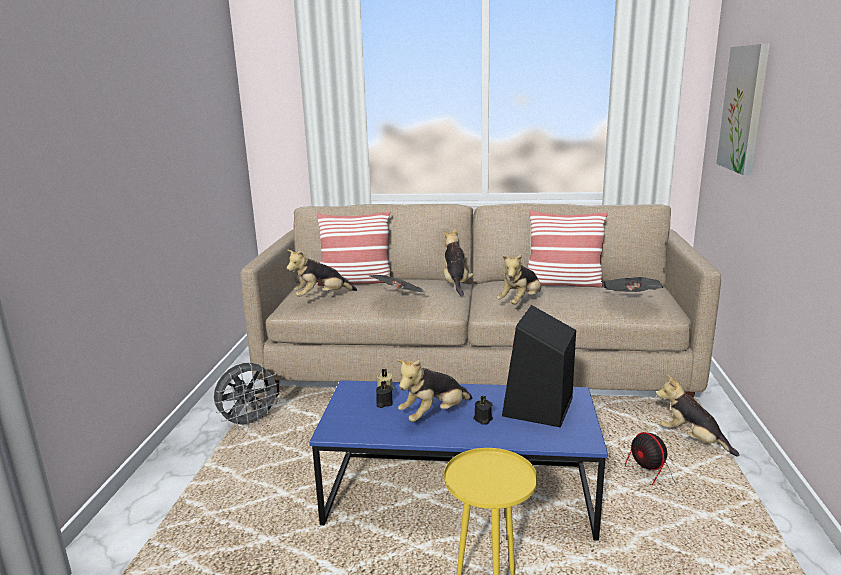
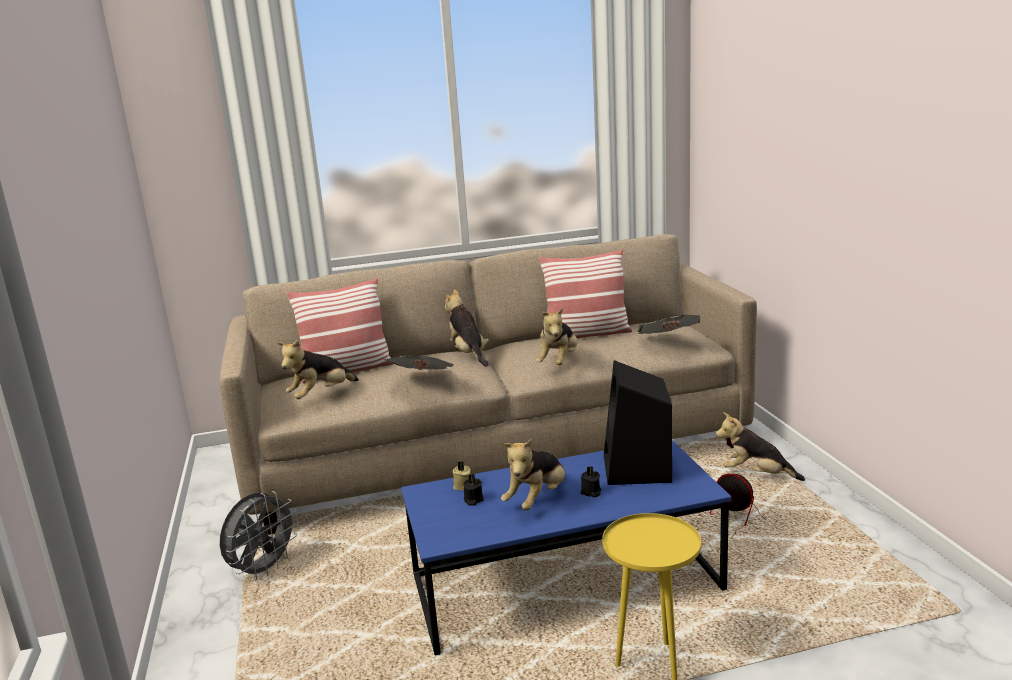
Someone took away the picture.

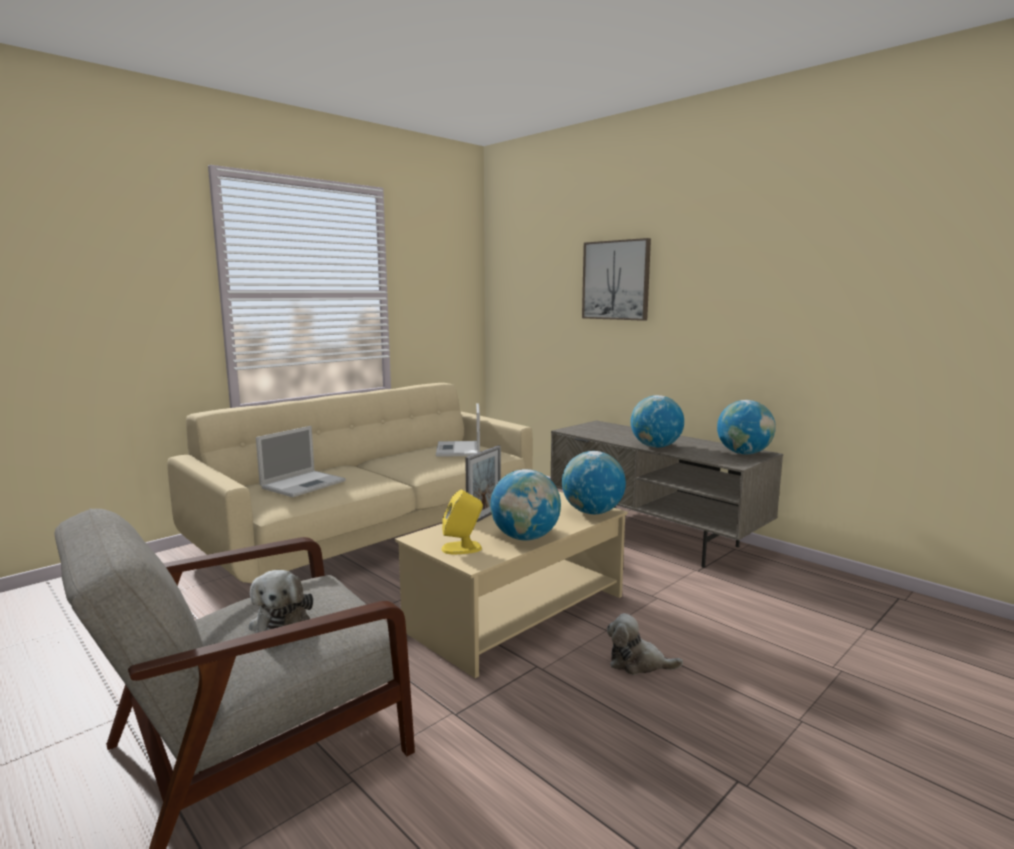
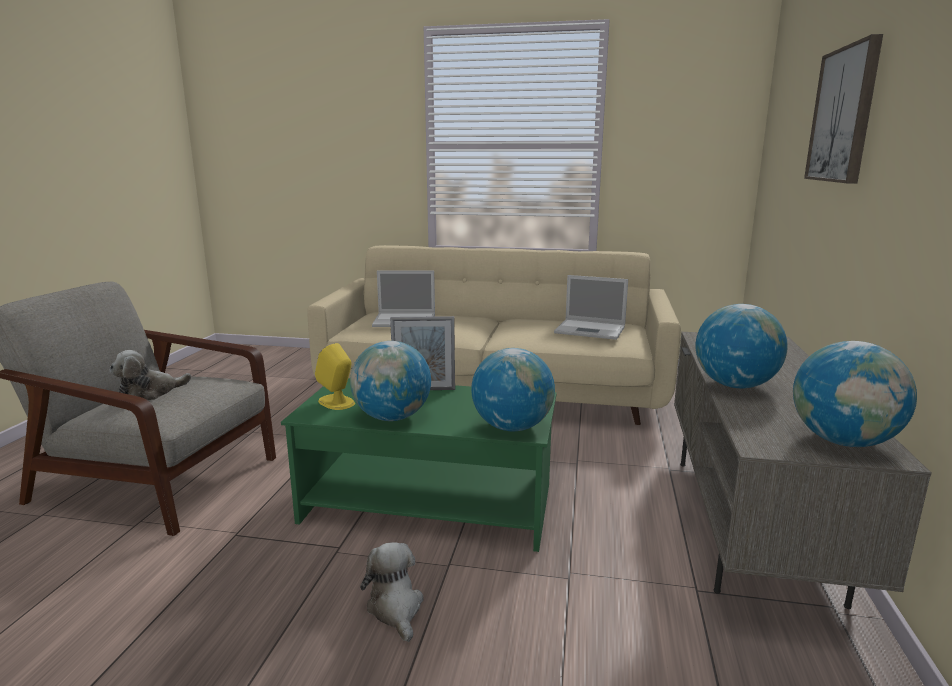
Someone rotated the laptop (2nd from left) by 120 degrees counterclockwise.
Someone repainted the beige_coffee_table, which became the green_coffee_table.

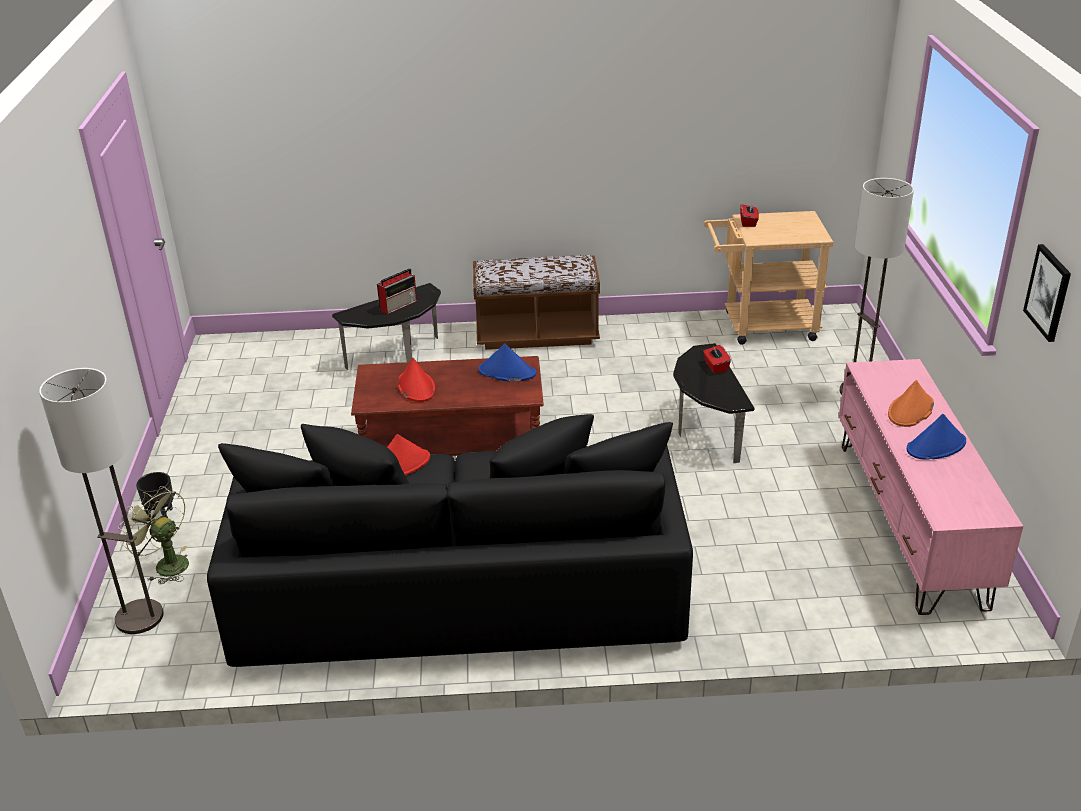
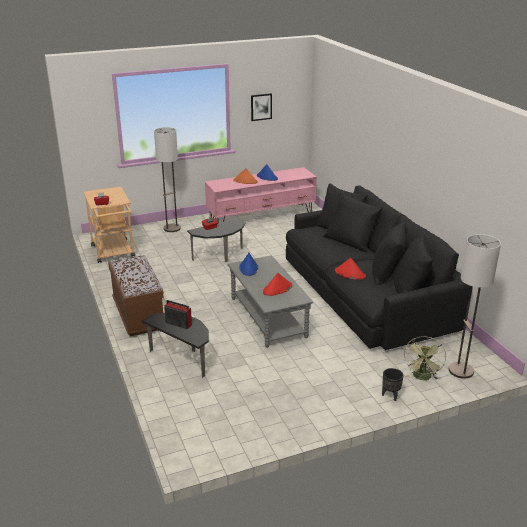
Someone repainted the brown_coffee_table, which became the grey_coffee_table.

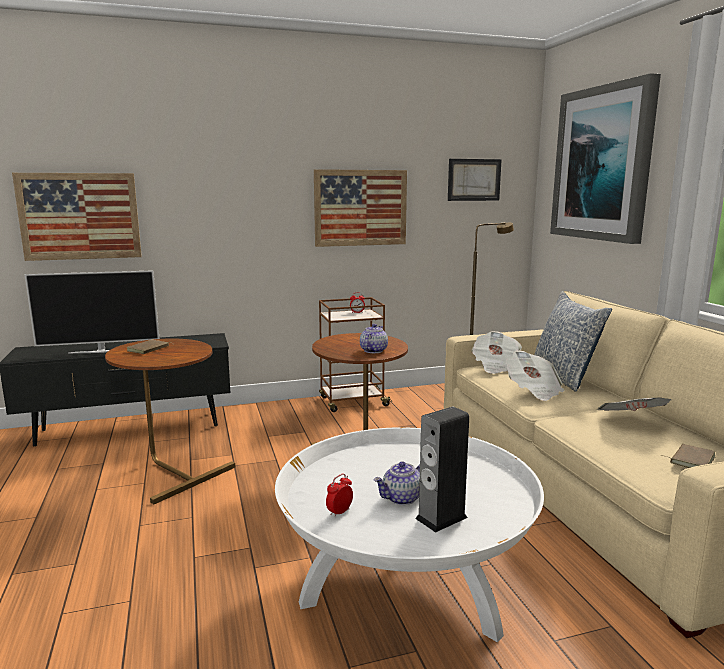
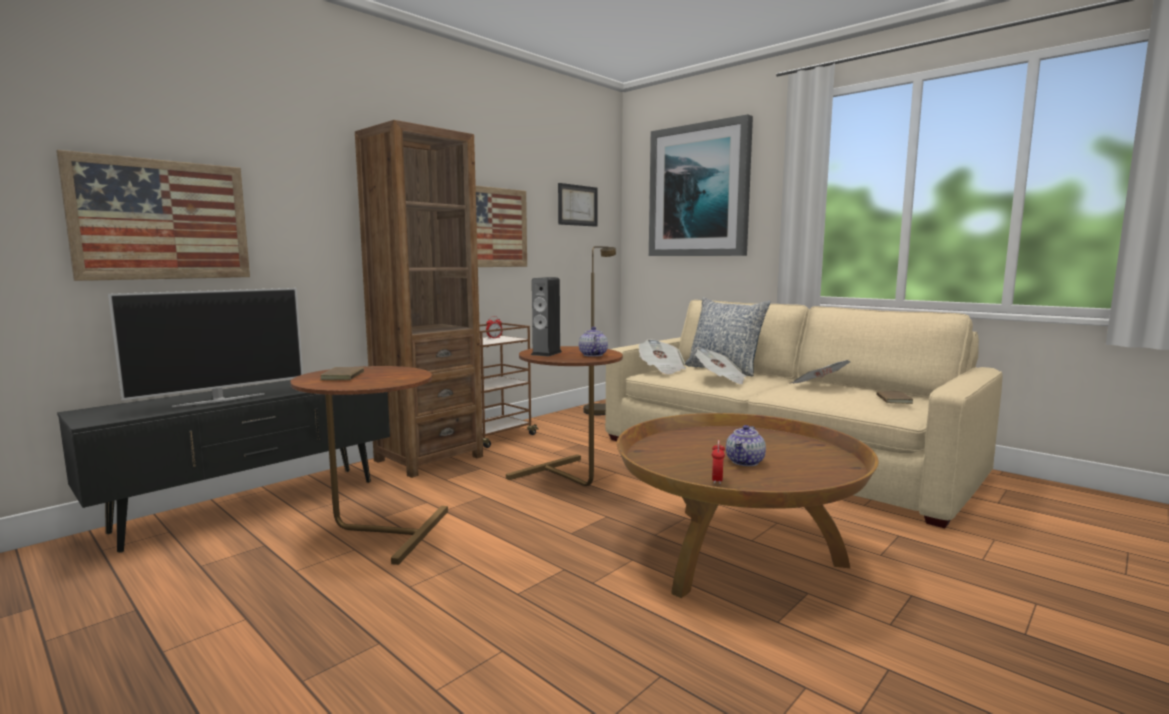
Someone carried the speaker.
Someone repainted the white_coffee_table, which became the brown_coffee_table.
Someone put down the brown_bookcase.

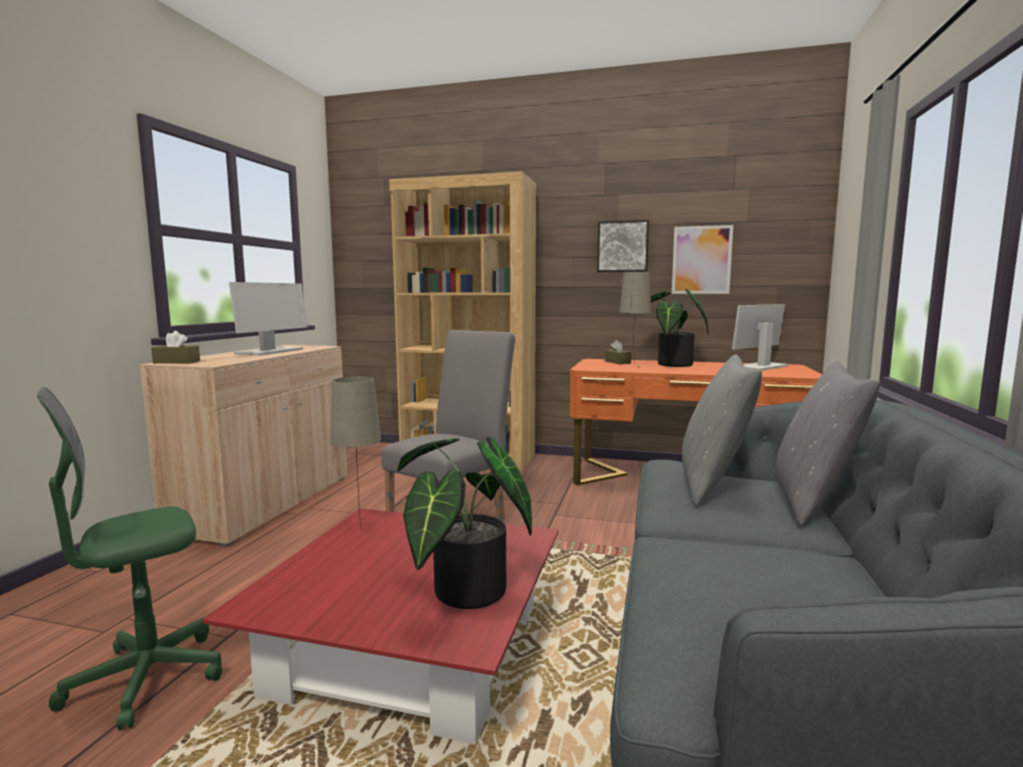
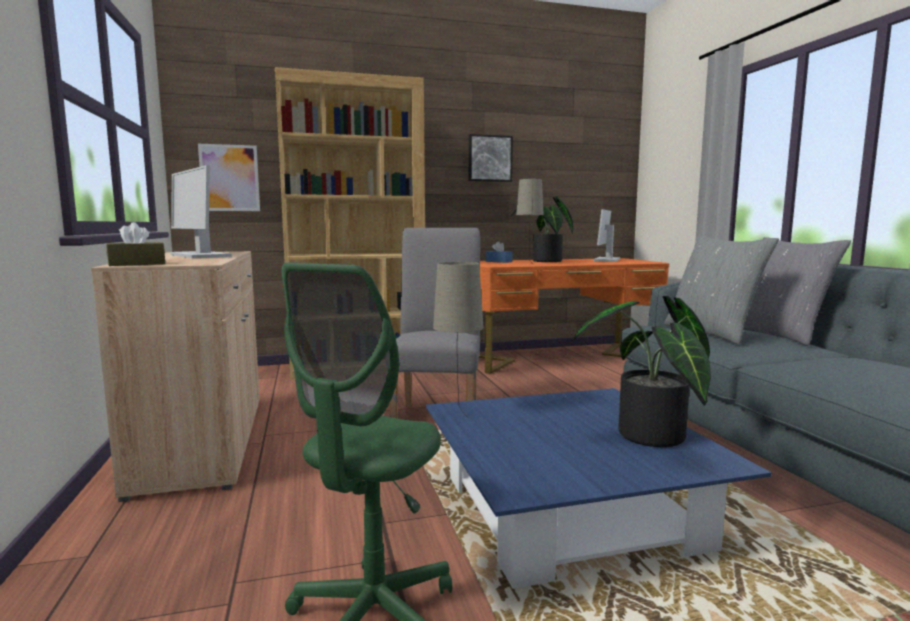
Someone carried the picture (2nd from left in the first image).
Someone rotated the monitor (1st from left) by 150 degrees clockwise.
Someone repainted the brown_tissue_box (2nd from left), which became the blue_tissue_box.
Someone repainted the red_coffee_table, which became the blue_coffee_table.

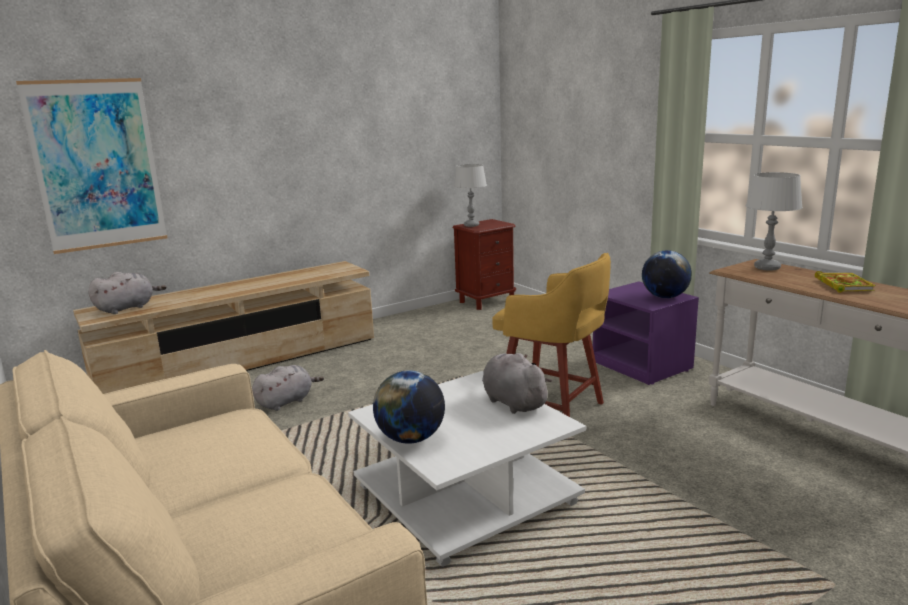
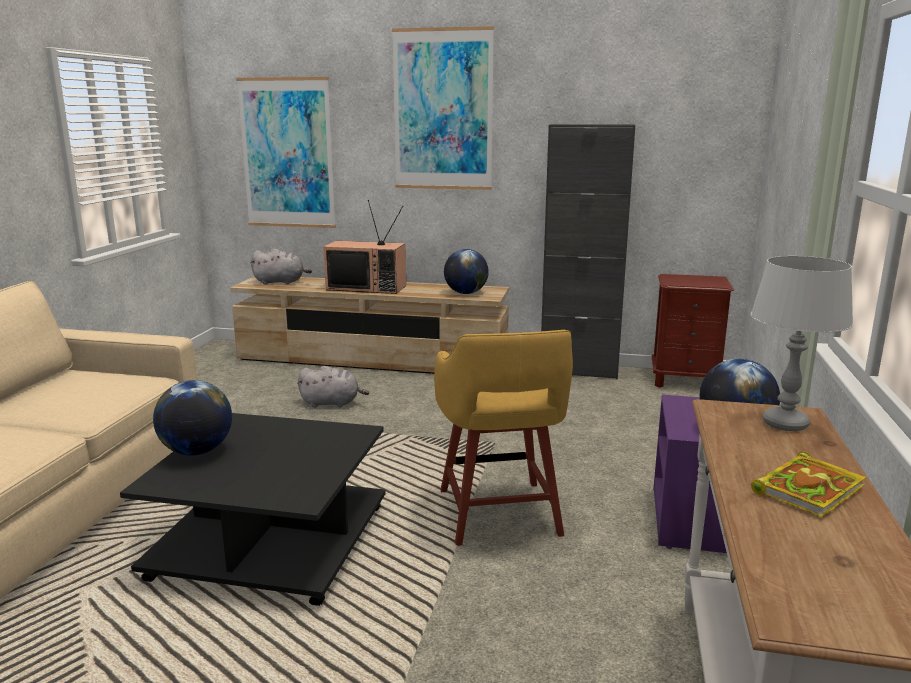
Someone took away the grey_table_lamp (1st from left).
Someone took away the grey_plush_toy (3rd from left).
Someone repainted the white_coffee_table, which became the black_coffee_table.
Someone put up the picture (2nd from left).
Someone put down the black_cabinet.
Someone put down the television.
Someone put down the globe (2nd from left).

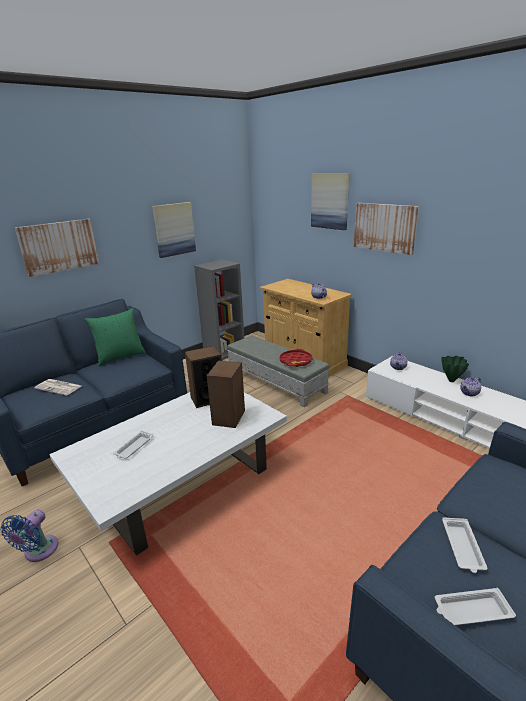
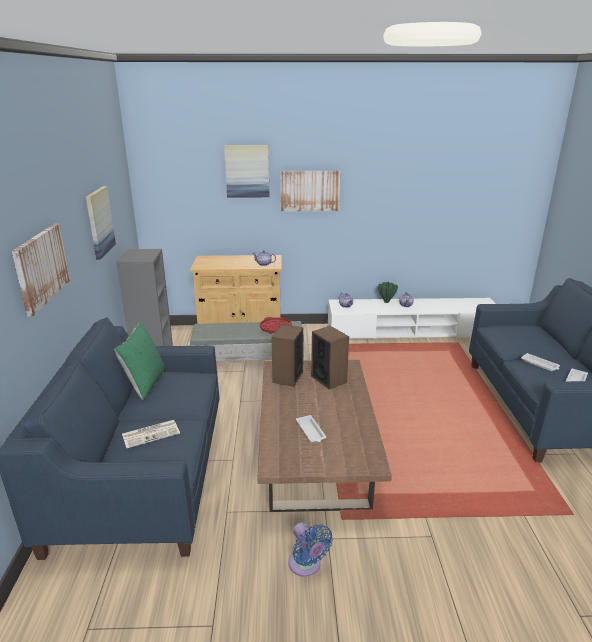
Someone repainted the white_coffee_table, which became the brown_coffee_table.

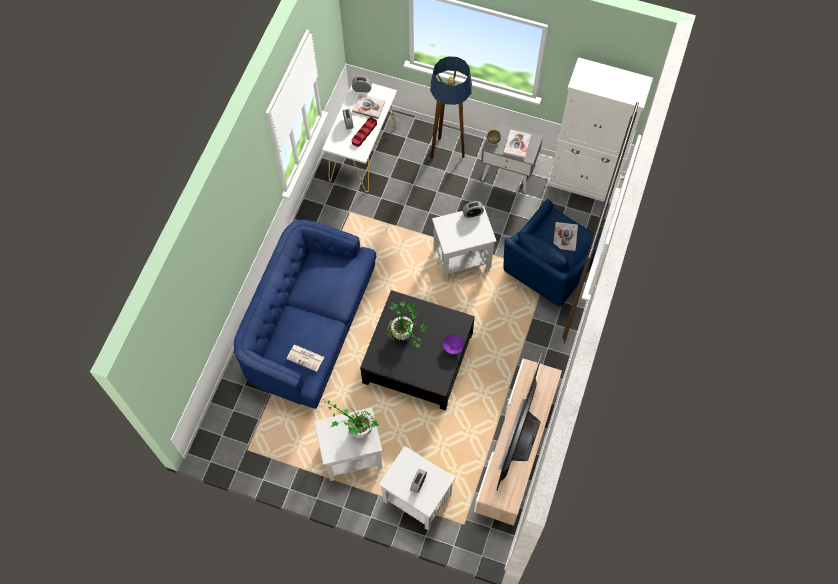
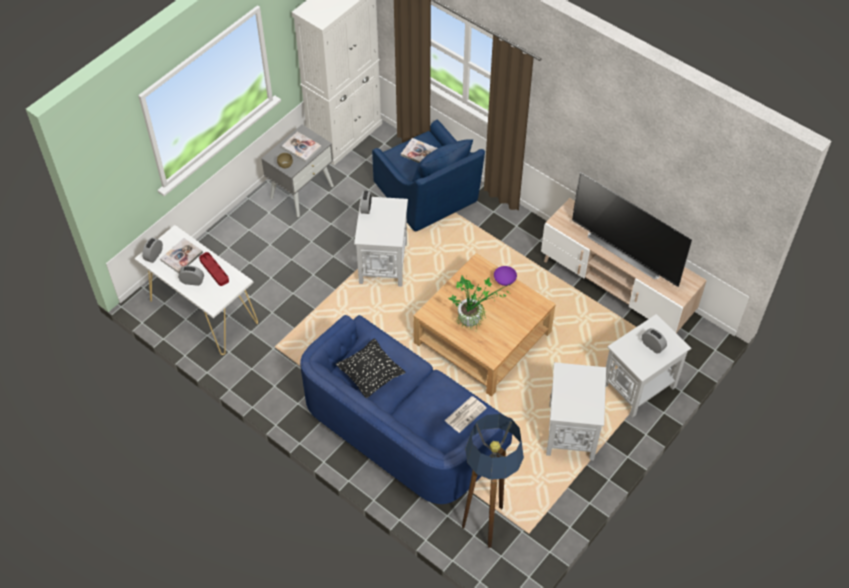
Someone carried the floor_lamp.
Someone repainted the black_coffee_table, which became the beige_coffee_table.
Someone took away the potted_plant (1st from left).
Someone put down the black_pillow.

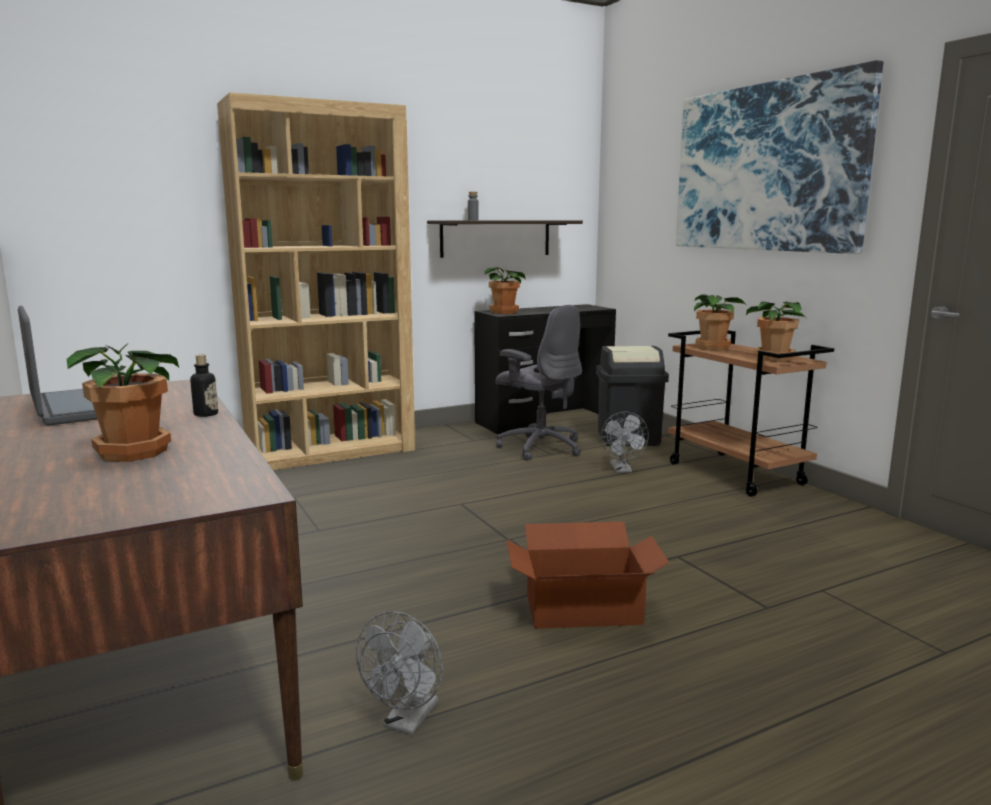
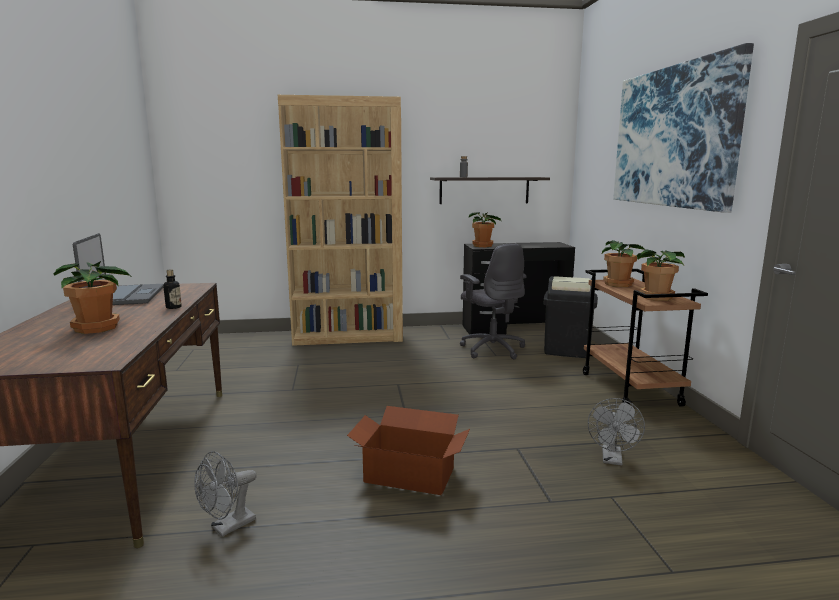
Someone carried the grey_fan (2nd from left).

